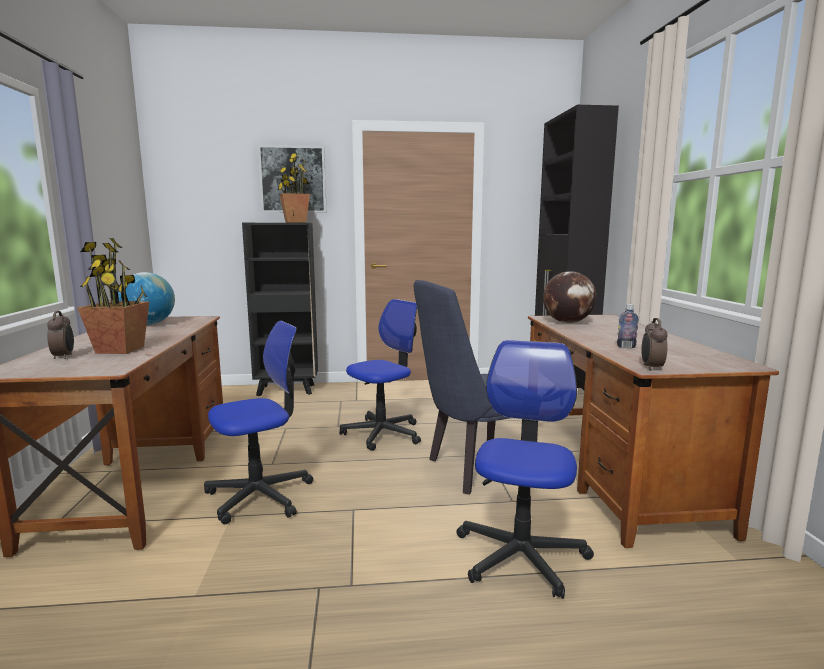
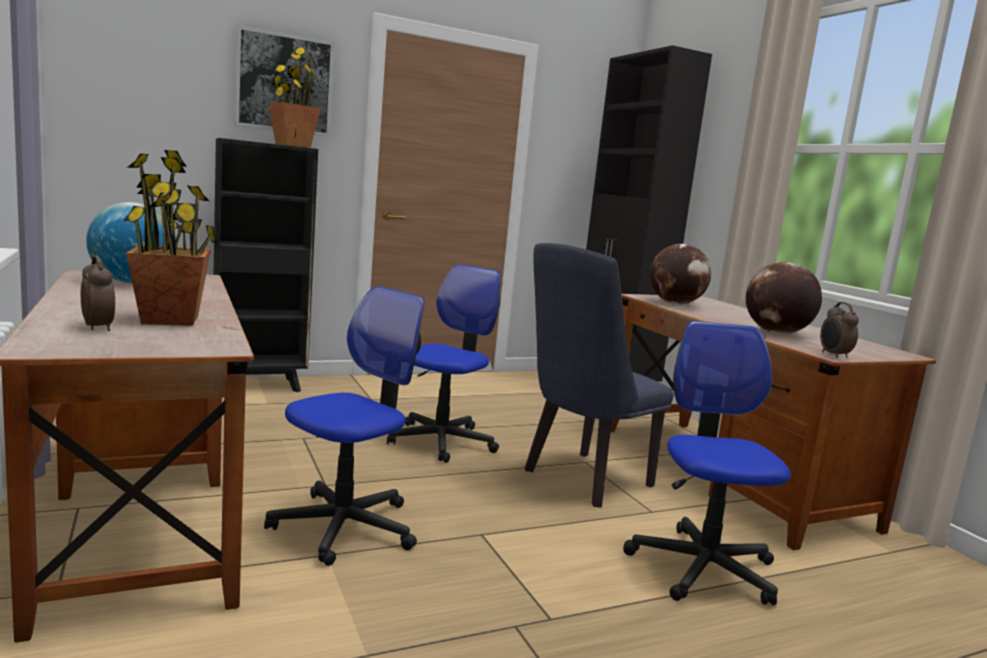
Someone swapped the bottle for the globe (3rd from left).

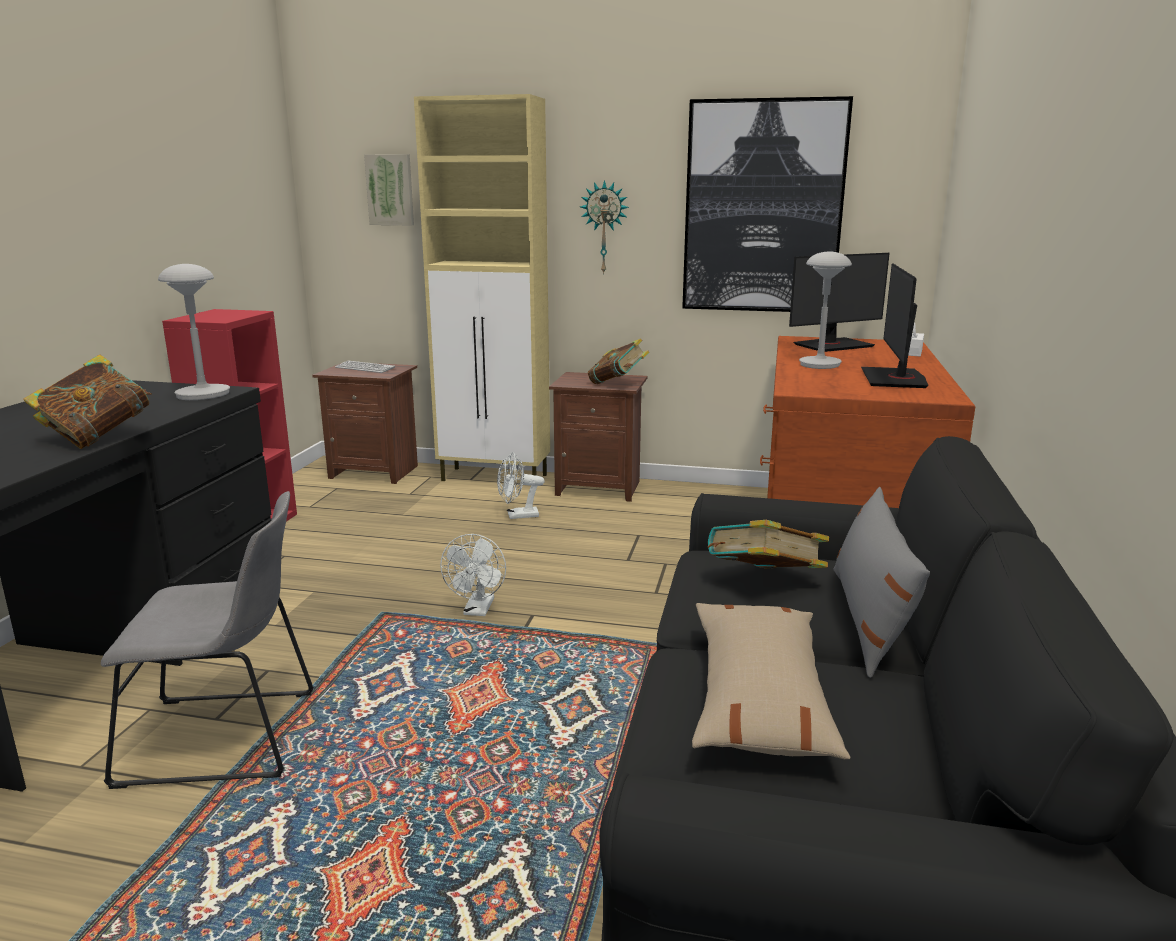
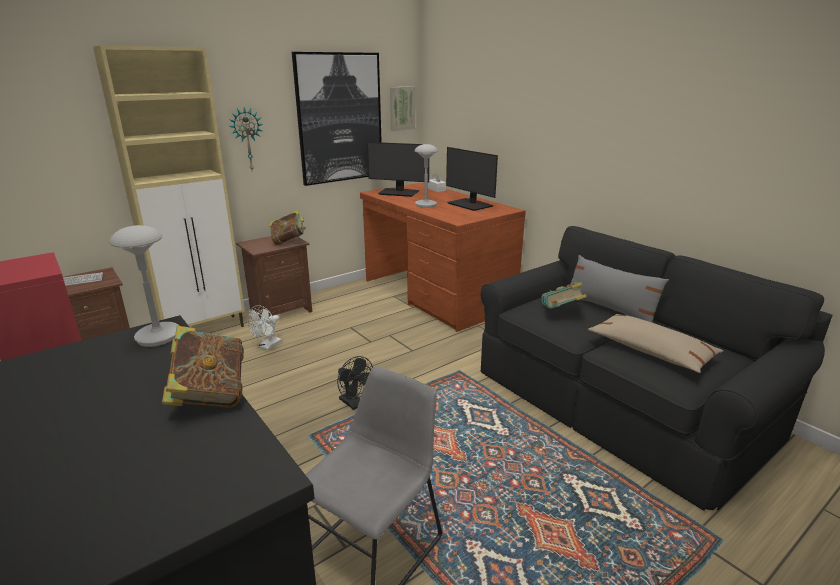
Someone carried the picture (1st from left in the first image).
Someone rotated the monitor (1st from left) by 90 degrees clockwise.
Someone repainted the white_fan (1st from left), which became the black_fan.

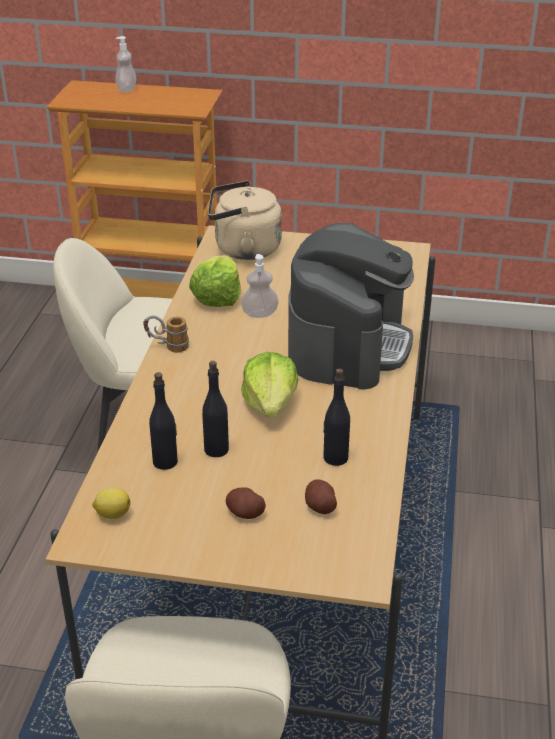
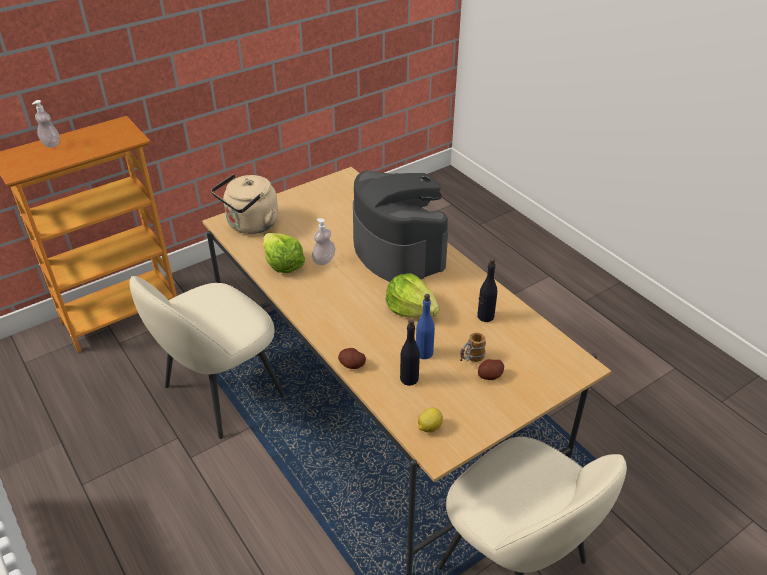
Someone carried the mug.
Someone repainted the black_bottle (2nd from left), which became the blue_bottle.
Someone carried the potato (2nd from left in the first image).

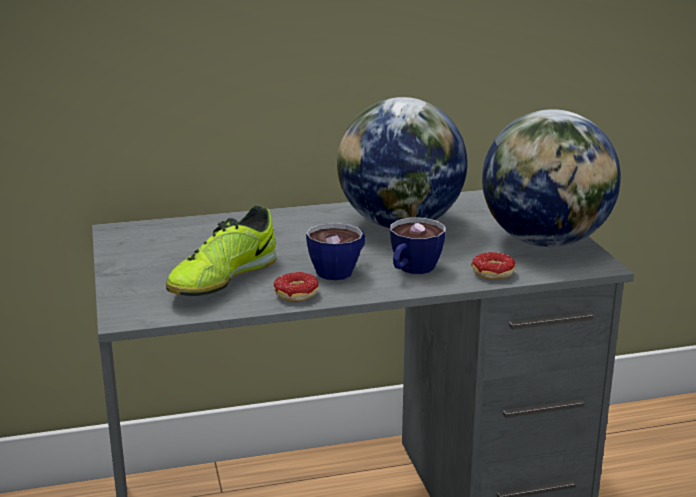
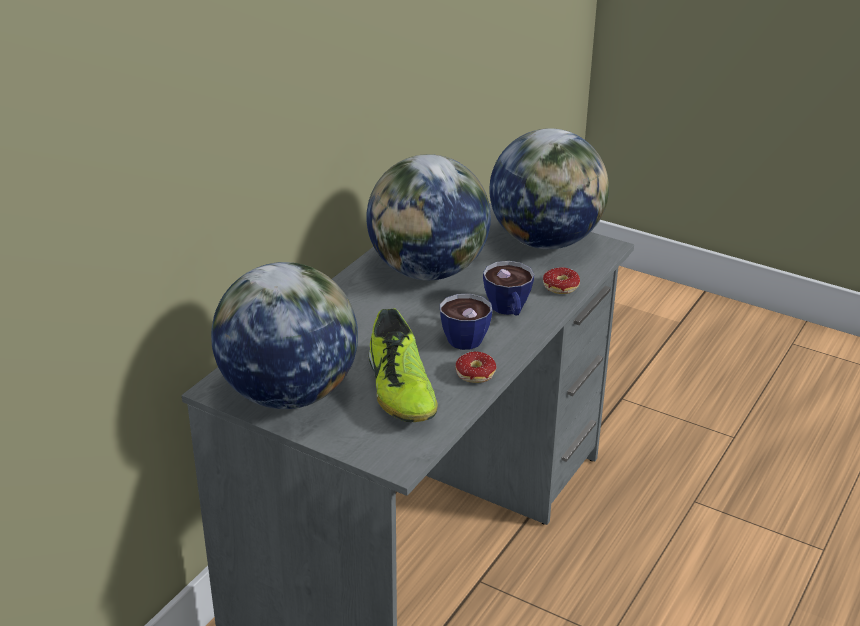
Someone put down the globe (1st from left).

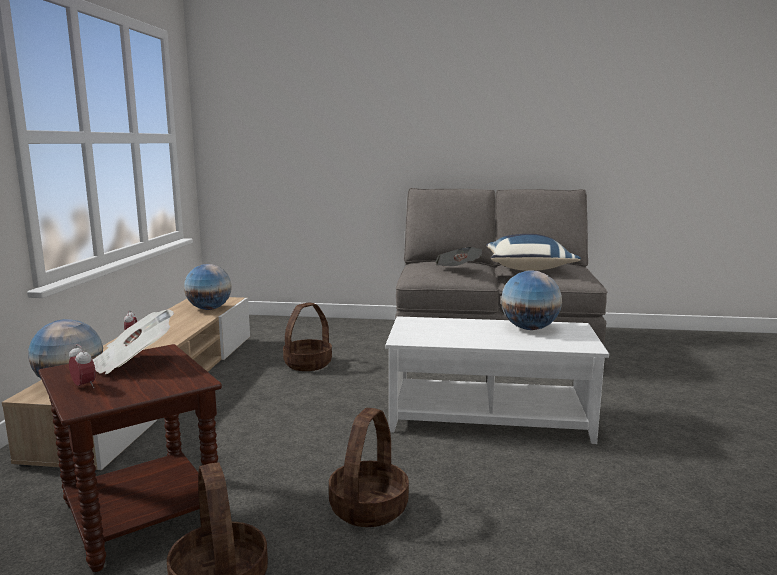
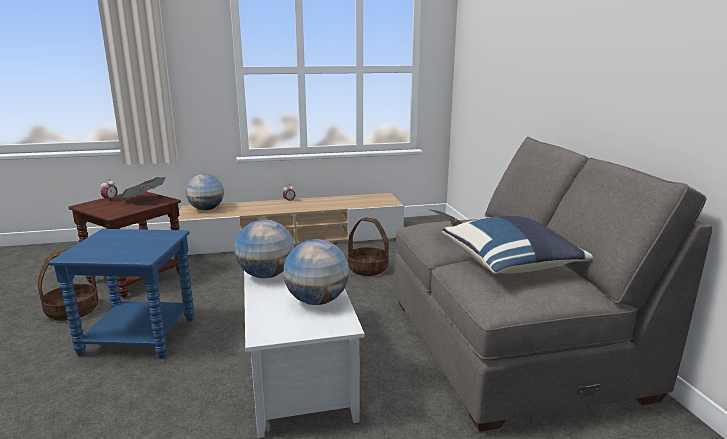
Someone carried the globe (2nd from left).
Someone swapped the basket (3rd from left) for the blue_side_table.

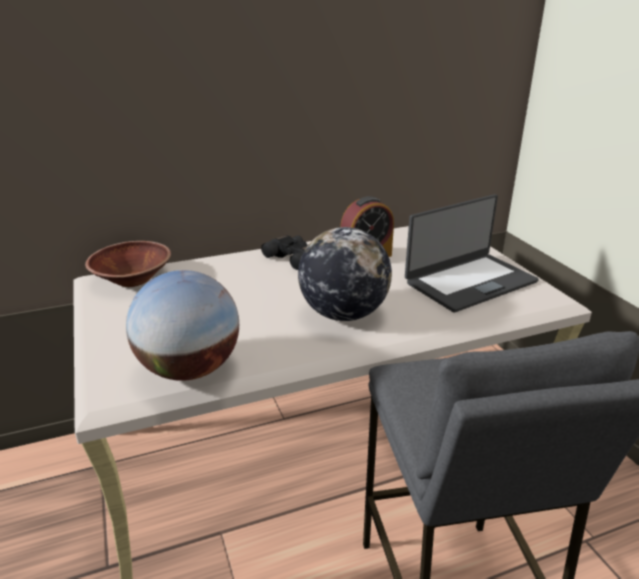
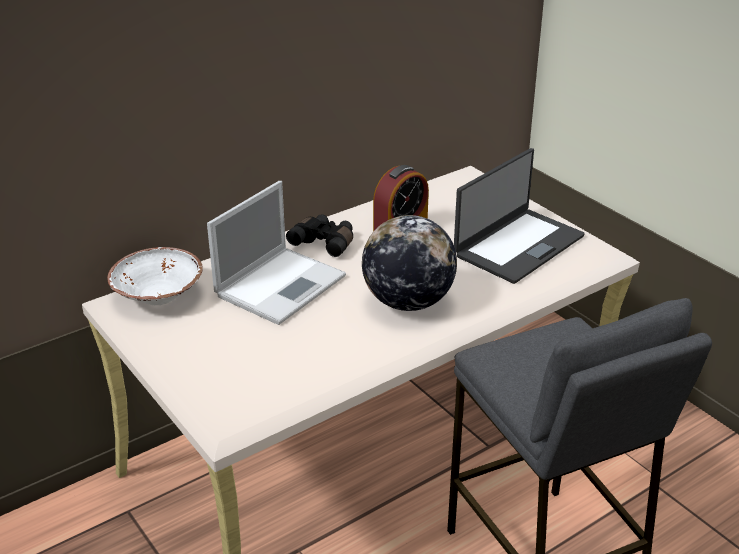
Someone repainted the brown_bowl, which became the white_bowl.
Someone took away the globe (1st from left).
Someone put down the laptop (1st from left).

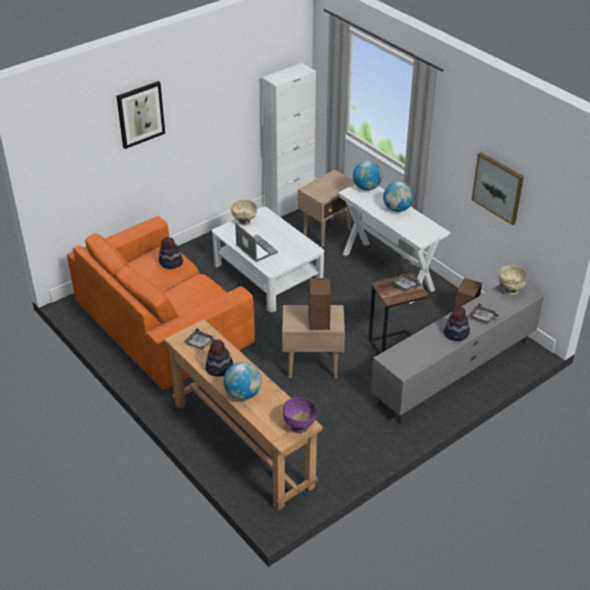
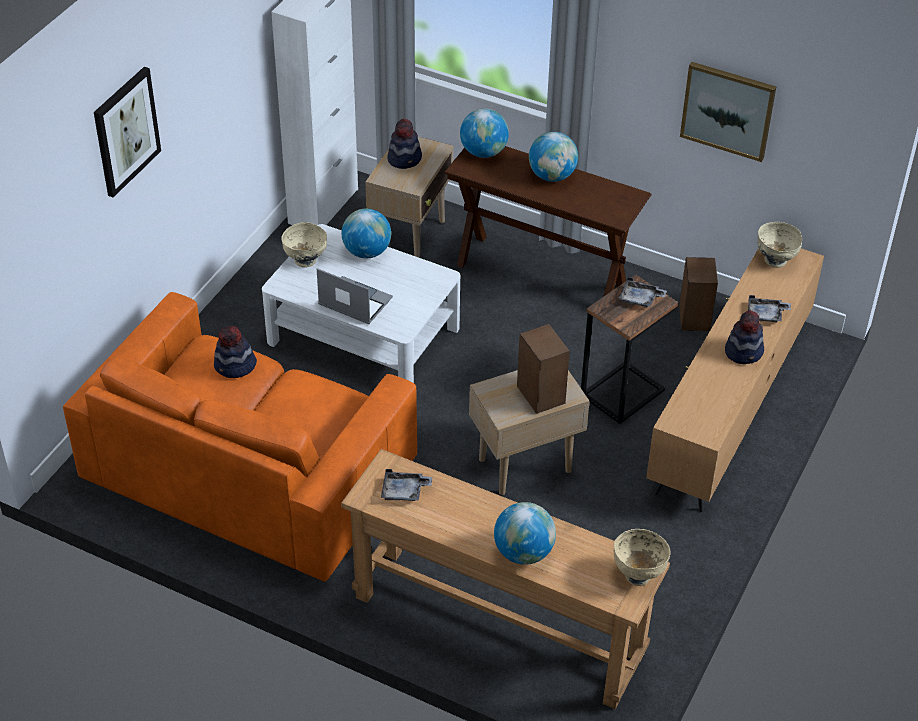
Someone repainted the white_console_table, which became the brown_console_table (2nd from left).
Someone repainted the grey_tv_stand, which became the brown_tv_stand.
Someone carried the hat (2nd from left).
Someone repainted the purple_bowl, which became the beige_bowl (2nd from left).
Someone put down the globe (1st from left).

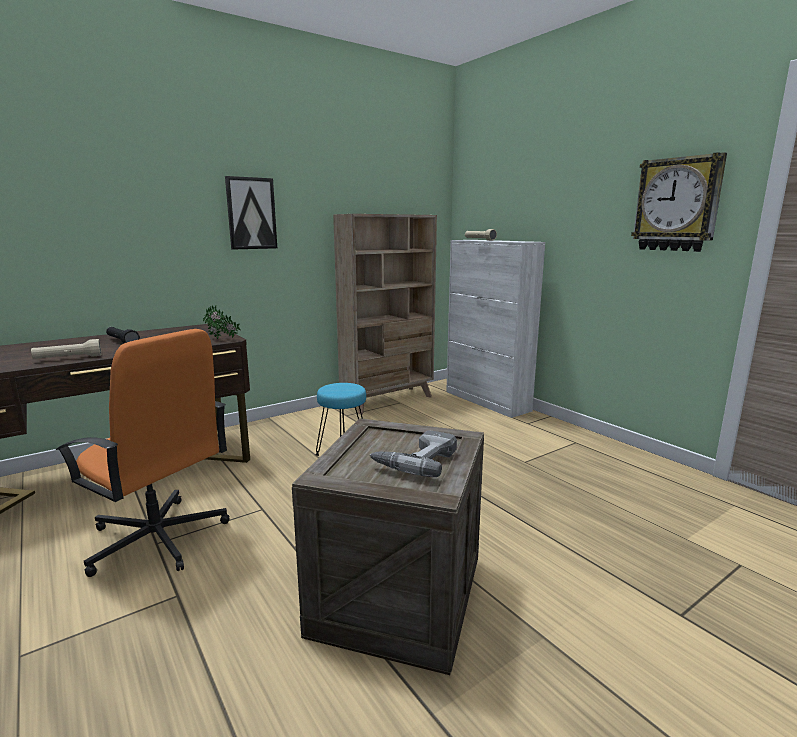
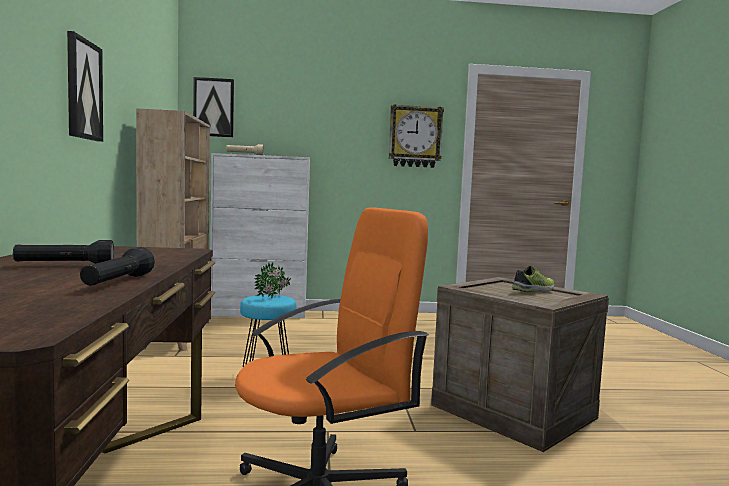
Someone carried the potted_plant.
Someone repainted the beige_flashlight (1st from left), which became the black_flashlight (2nd from left).
Someone swapped the power_drill for the shoe.
Someone put up the picture (2nd from left).

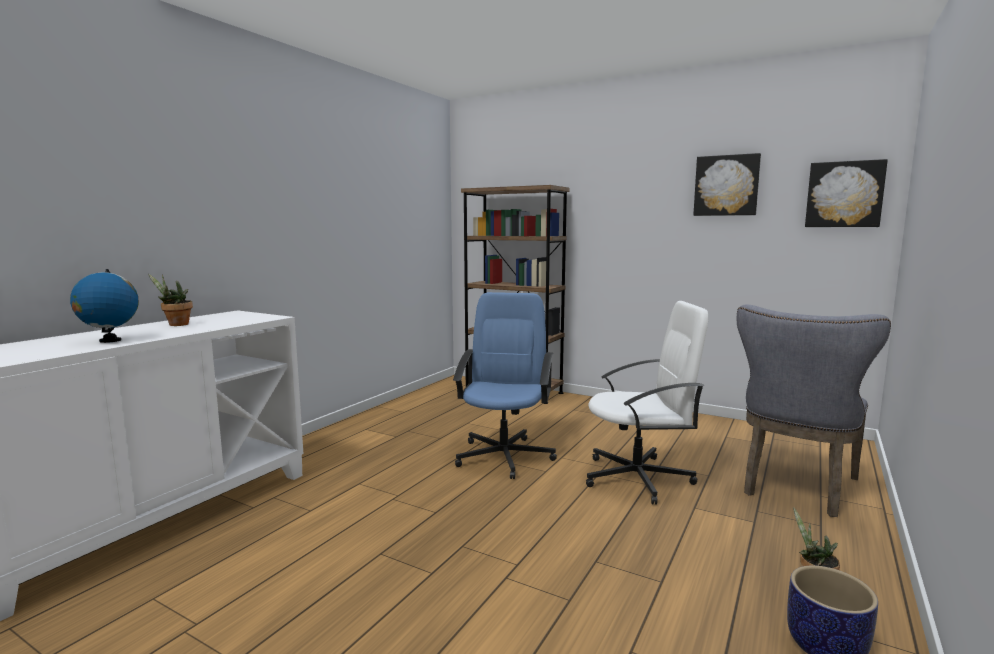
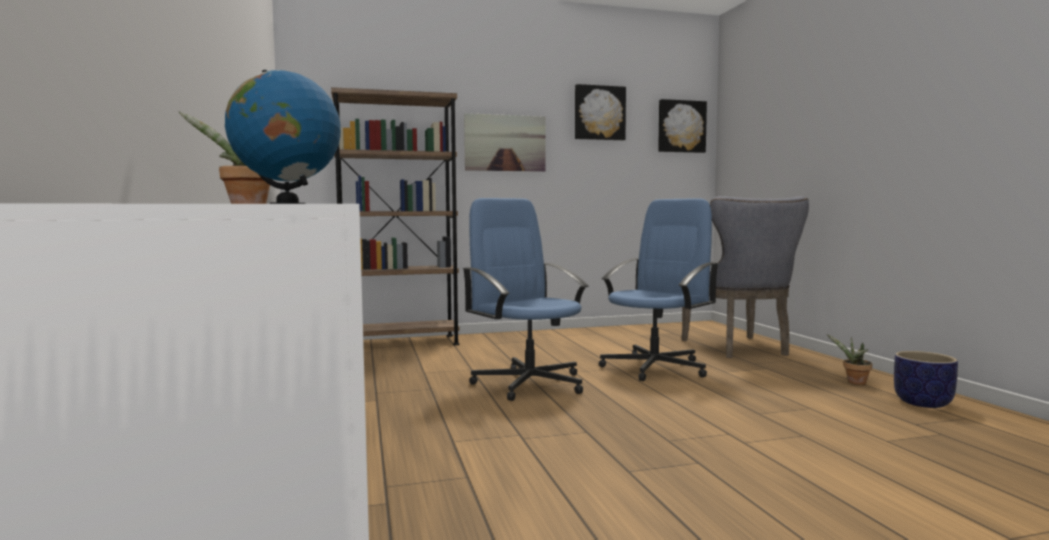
Someone repainted the white_office_chair, which became the blue_office_chair (2nd from left).
Someone put up the picture (1st from left).

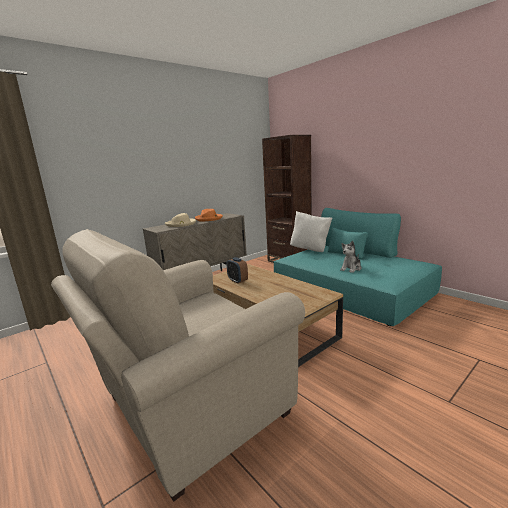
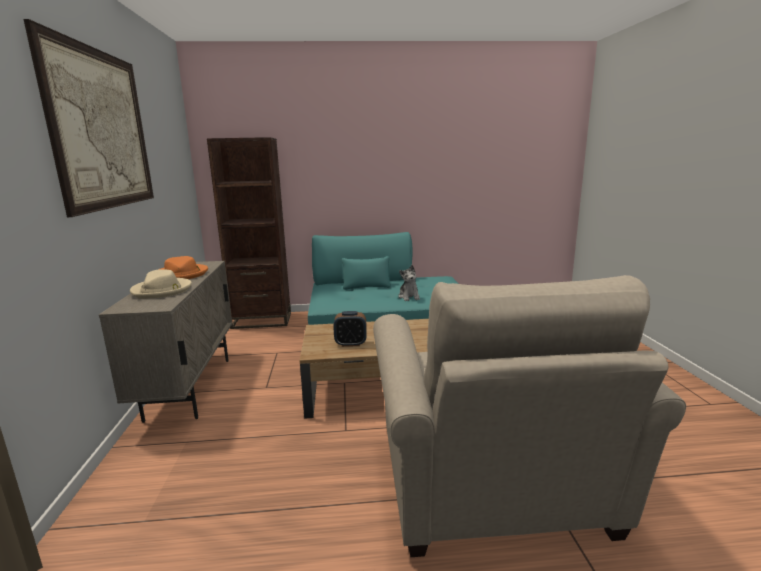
Someone took away the white_pillow.
Someone put up the picture.

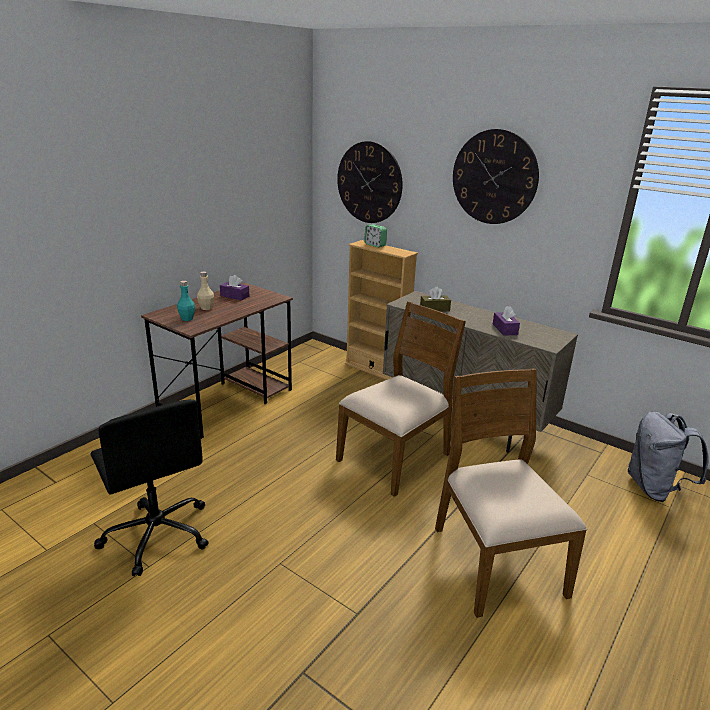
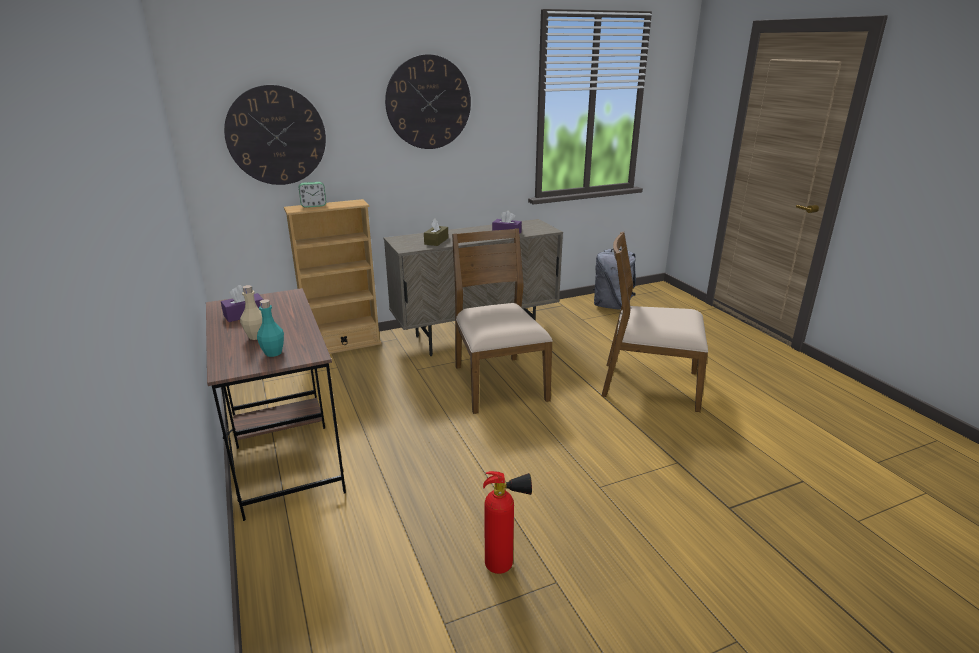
Someone swapped the black_office_chair for the fire_extinguisher.

